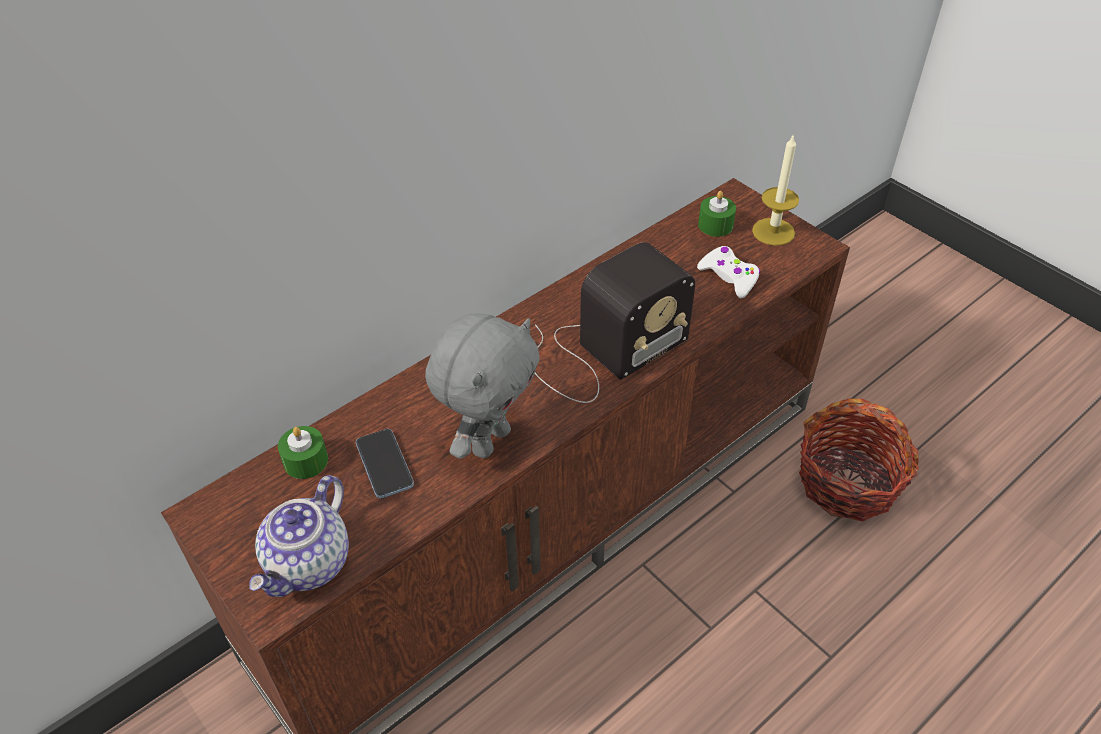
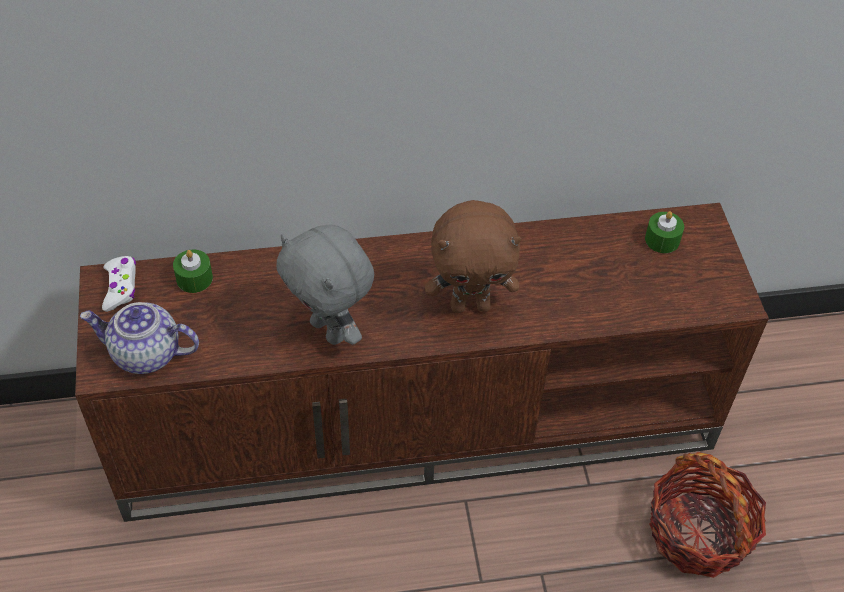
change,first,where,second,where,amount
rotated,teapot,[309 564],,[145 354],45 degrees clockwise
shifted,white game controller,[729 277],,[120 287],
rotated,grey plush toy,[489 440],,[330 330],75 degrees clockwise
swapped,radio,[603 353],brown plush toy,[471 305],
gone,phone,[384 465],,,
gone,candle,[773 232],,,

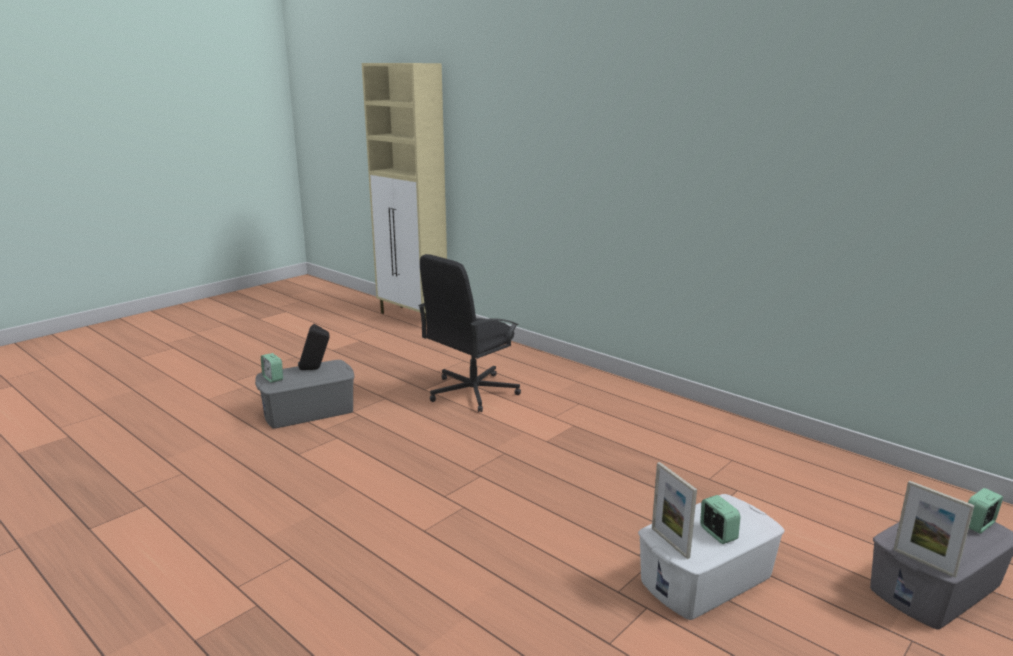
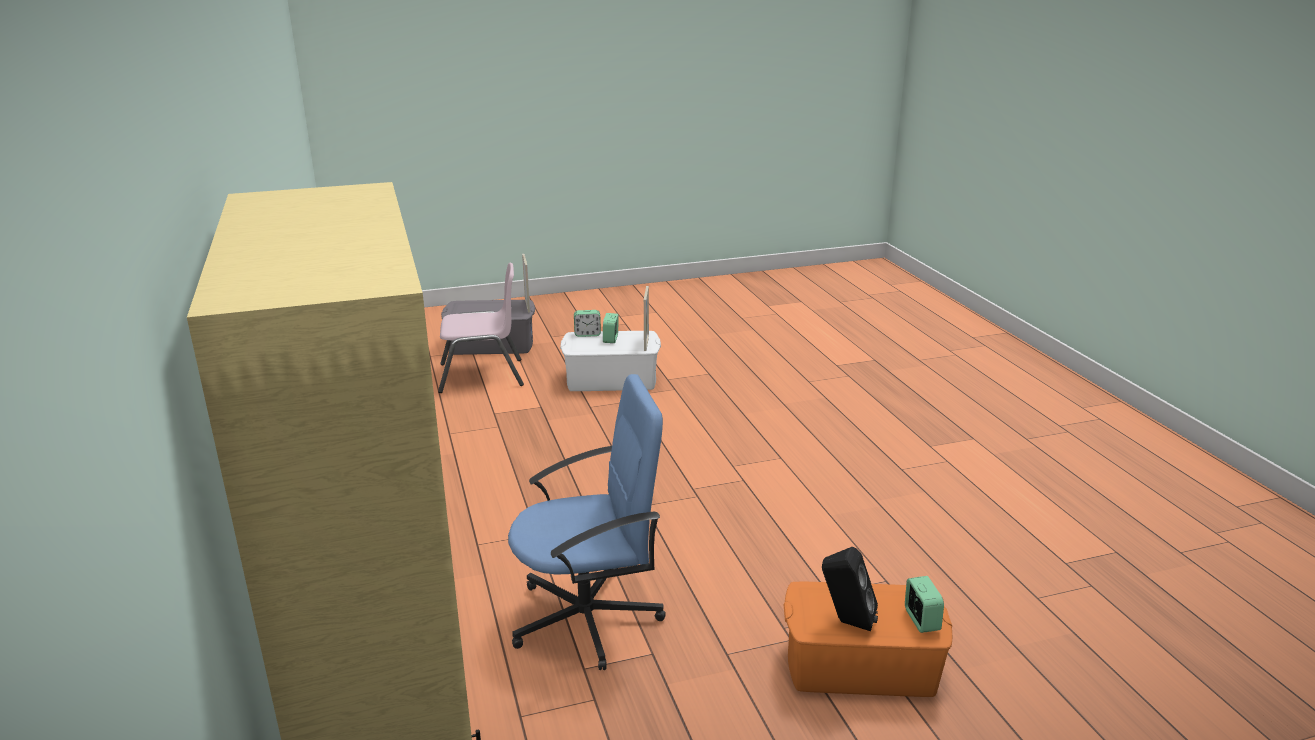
change,first,where,second,where,amount
new,,,pink chair,[482 375],
repainted,black office chair,[471 392],blue office chair,[588 618],
shifted,alarm clock,[978 525],,[587 334],
repainted,grey storage box,[309 411],orange storage box,[860 665],

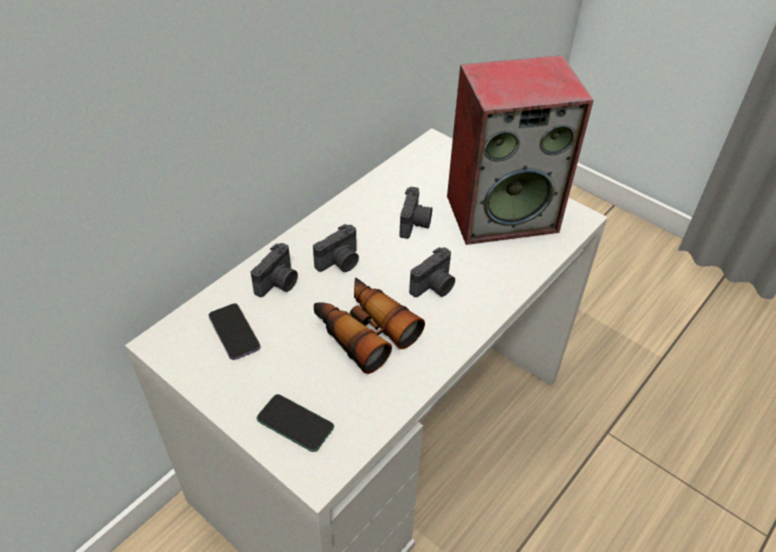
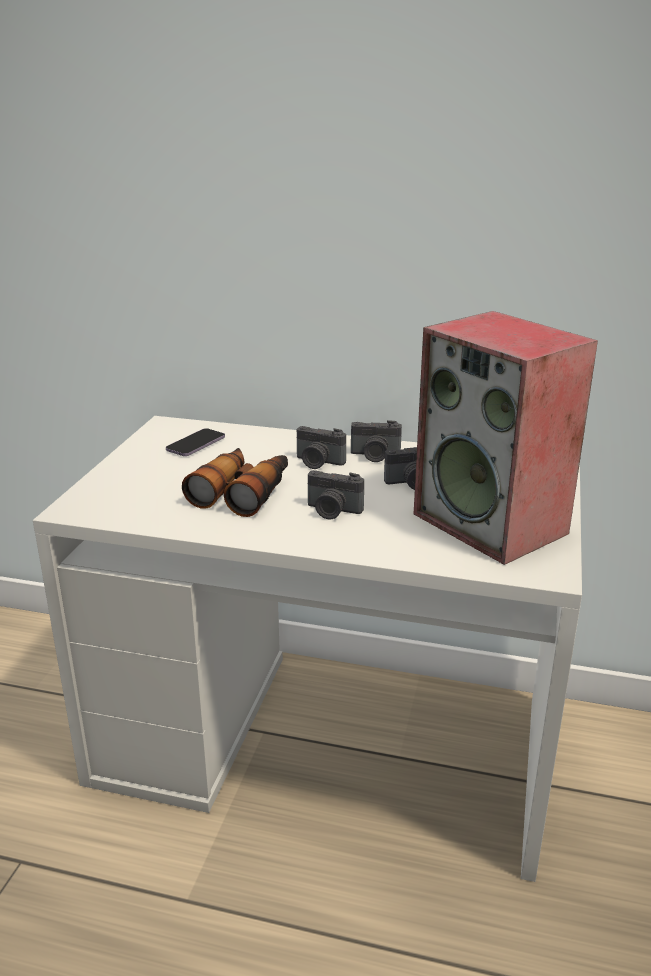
change,first,where,second,where,amount
shifted,photo camera,[278 283],,[375 456],
gone,phone,[295 423],,,

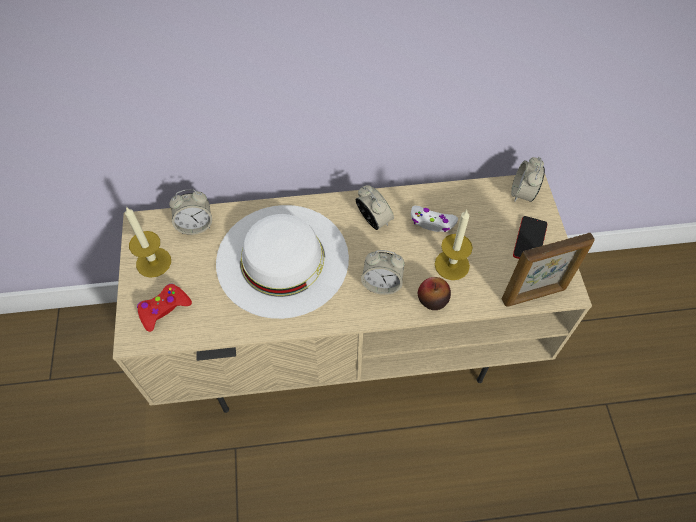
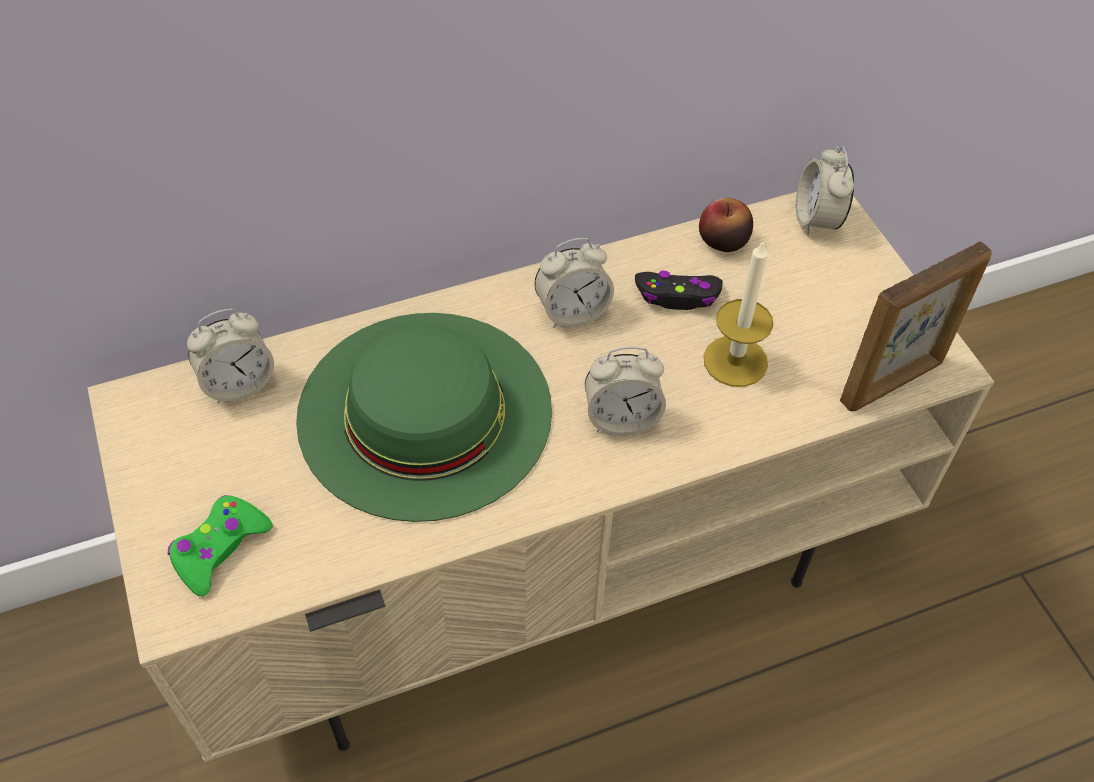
change,first,where,second,where,amount
repainted,red game controller,[164 309],green game controller,[220 549],
repainted,white hat,[282 259],green hat,[425 412],
rotated,alarm clock,[373 220],,[572 312],120 degrees clockwise
repainted,white game controller,[432 222],black game controller,[678 296],
shifted,apple,[432 299],,[723 240],
gone,candle,[153 262],,,
gone,phone,[530 240],,,

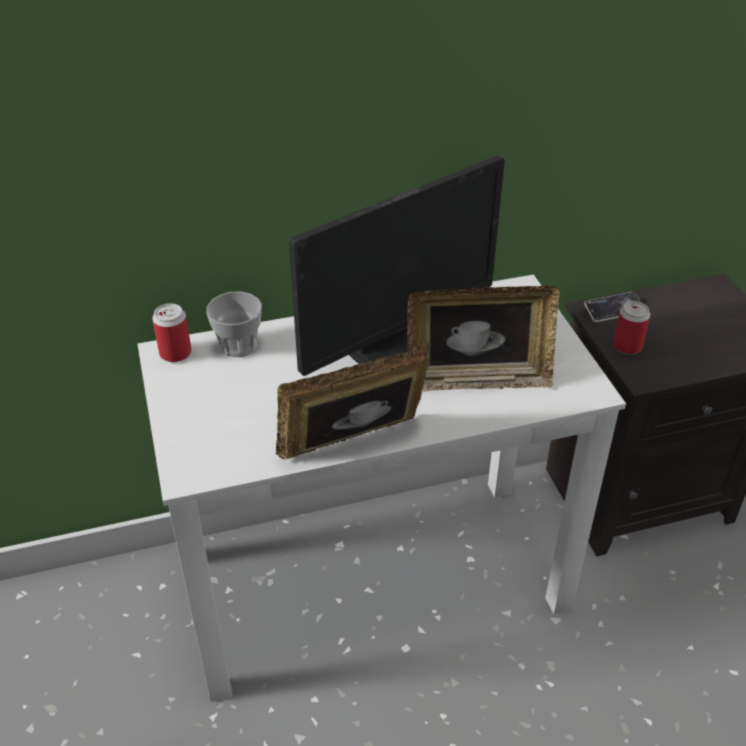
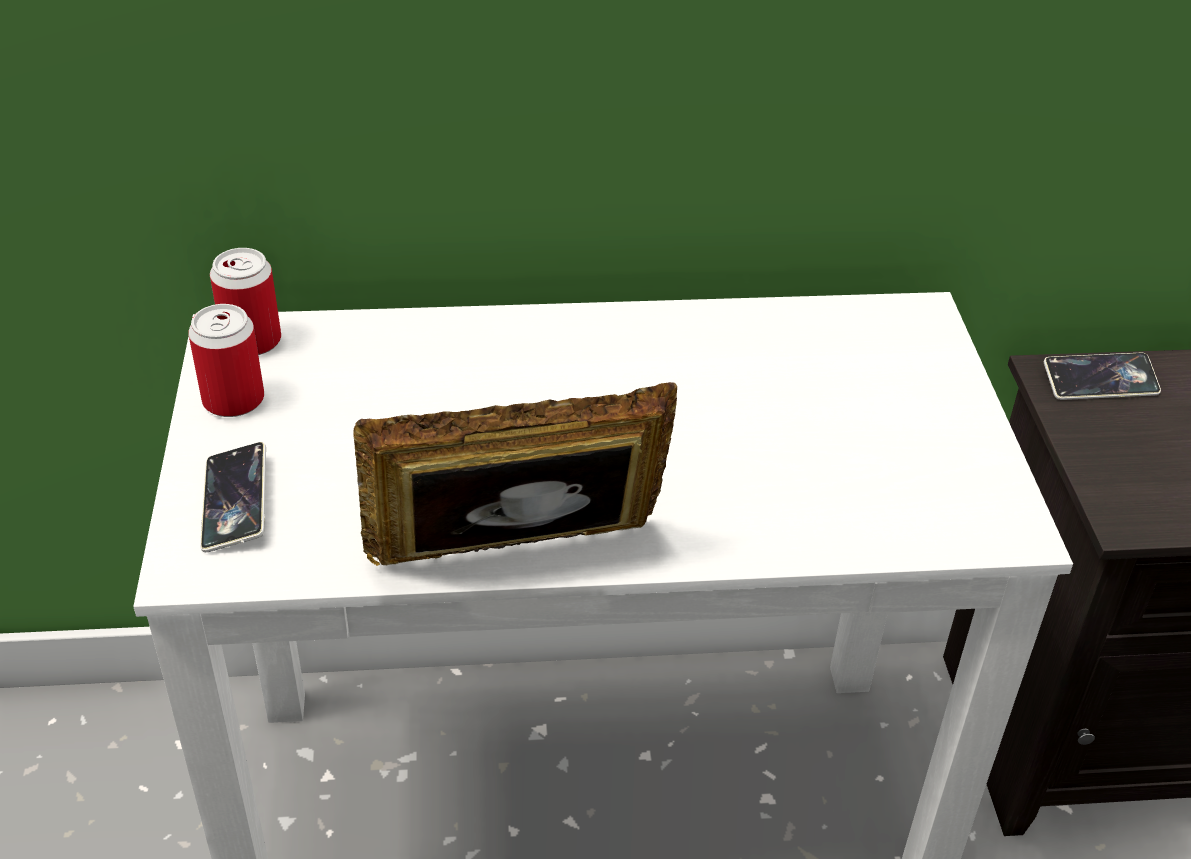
change,first,where,second,where,amount
shifted,can,[627 346],,[233 400],
new,,,phone,[235 503],
gone,cup,[238 345],,,
gone,monitor,[394 344],,,
gone,picture frame,[477 380],,,

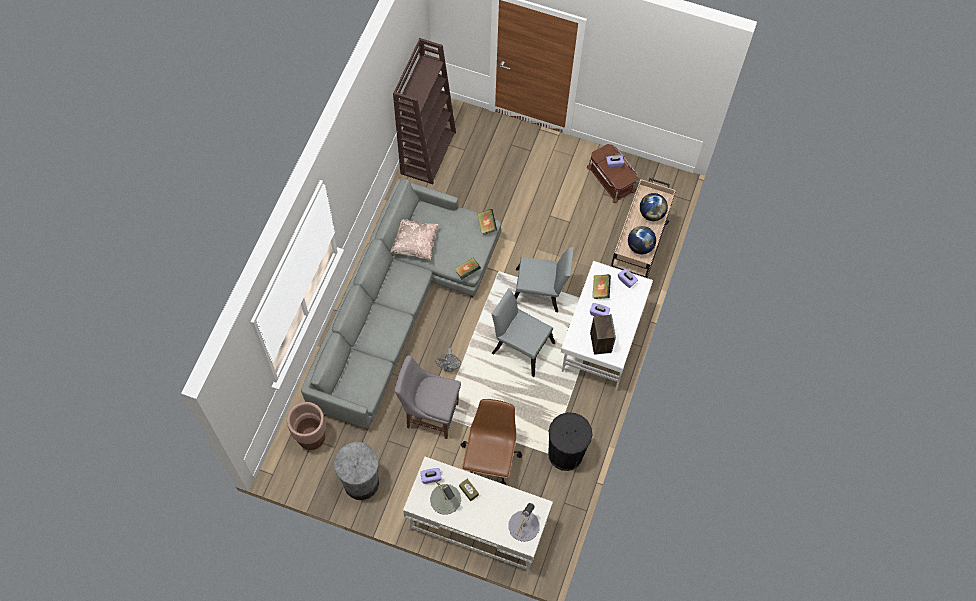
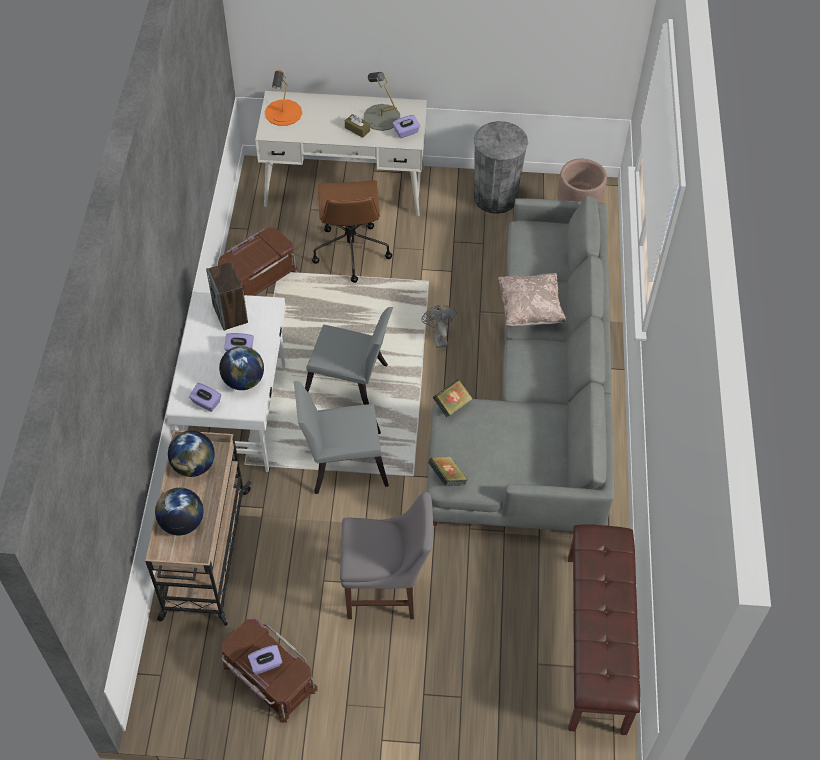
change,first,where,second,where,amount
swapped,black trash can,[565 454],brown storage box,[258 276],
swapped,book,[600 290],globe,[243 381],
repainted,grey table lamp,[523 526],orange table lamp,[283 113],
shifted,grey chair,[430 414],,[385 591],
shifted,beige pillow,[415 244],,[530 310],
swapped,brown bookcase,[428 152],brown bench,[597 642],

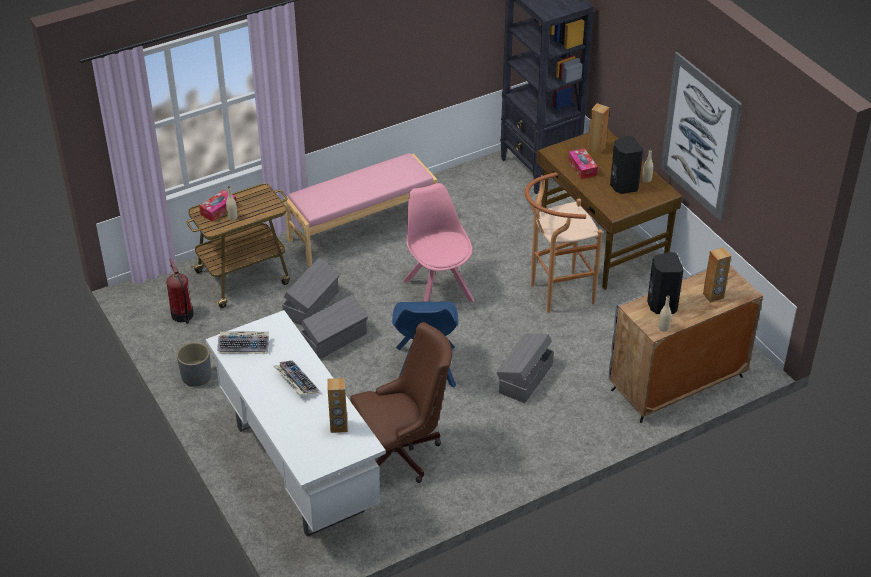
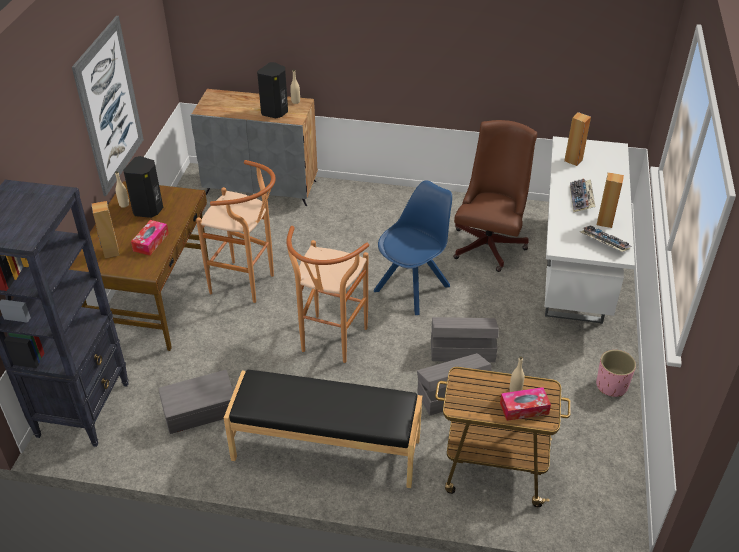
change,first,where,second,where,amount
shifted,grey storage box,[524 378],,[201 413],
repainted,pink bench,[362 229],black bench,[326 450],
swapped,pink chair,[438 289],brown stool,[330 344],
rotated,brown office chair,[402 452],,[490 243],90 degrees clockwise
repainted,grey planter,[196 377],pink planter,[611 386],
shifted,brown speaker,[713 296],,[605 222],
gone,fire extinguisher,[183 315],,,

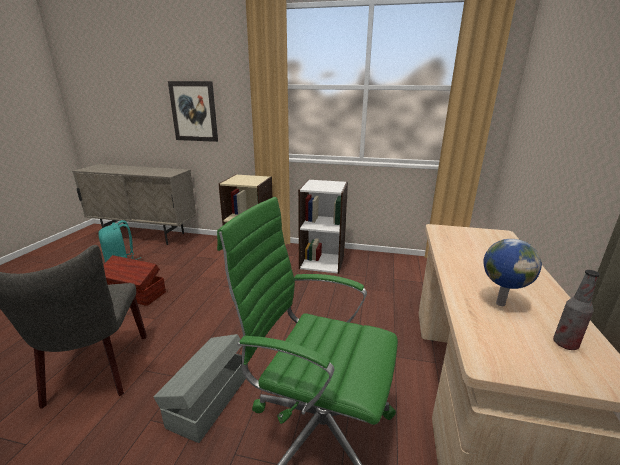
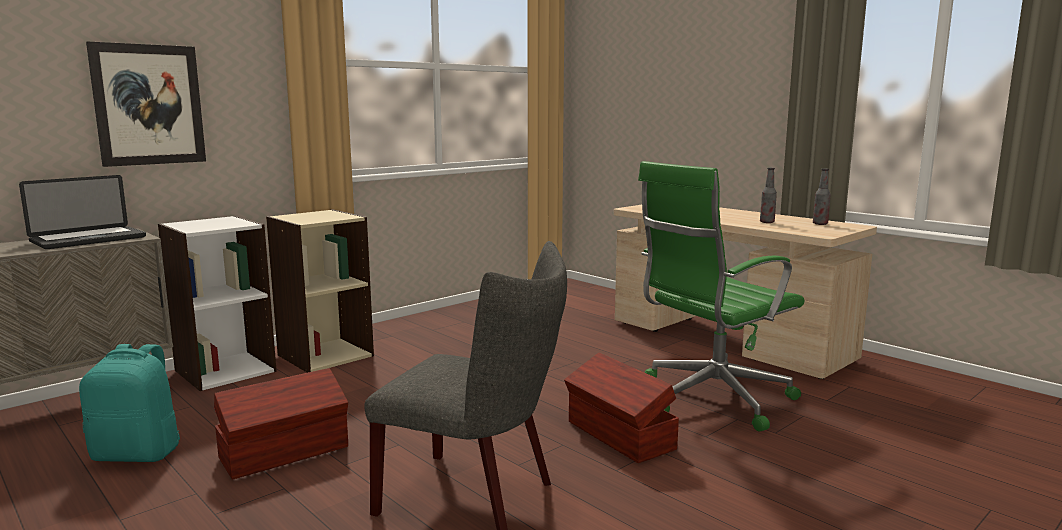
change,first,where,second,where,amount
new,,,laptop,[88 239],
shifted,white bookcase,[322 262],,[225 370],
repainted,grey storage box,[208 400],brown storage box,[619 436],
swapped,globe,[499 303],bottle,[767 222],

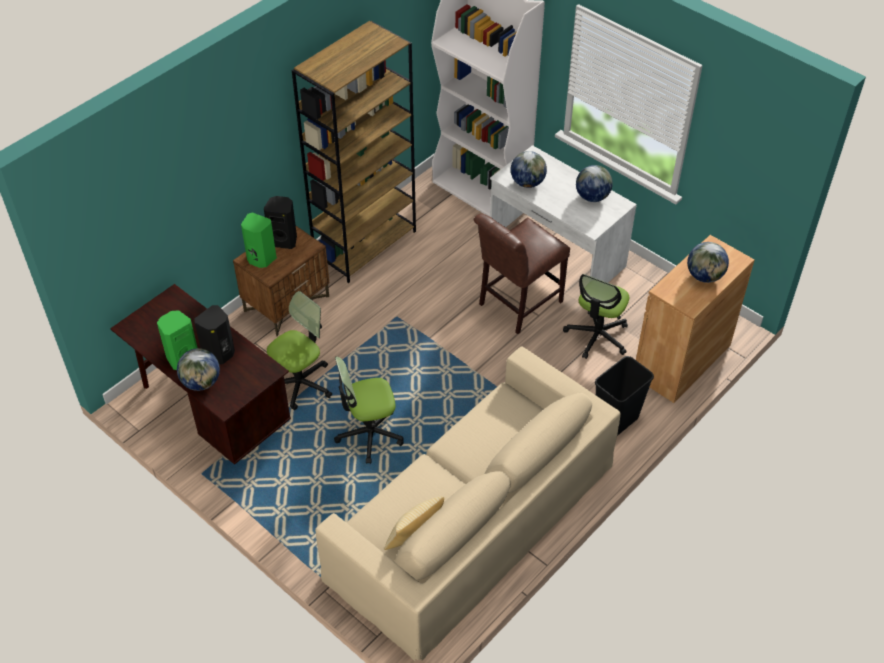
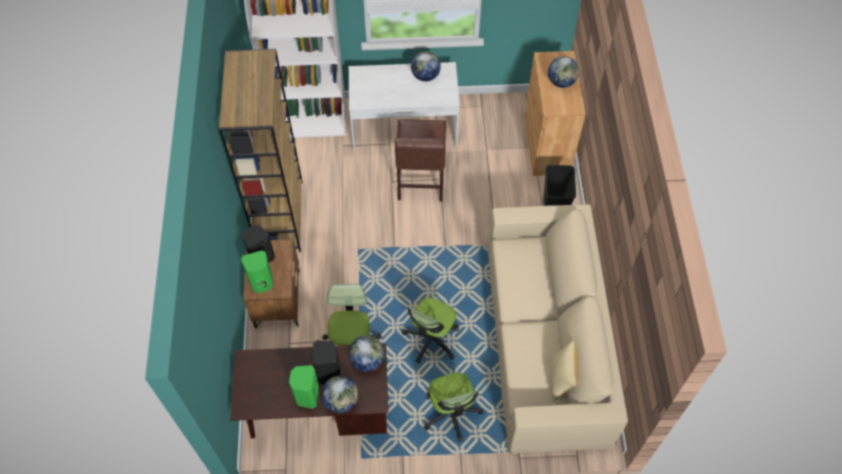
change,first,where,second,where,amount
shifted,globe,[527 183],,[367 360],
shifted,office chair,[597 336],,[451 413],

